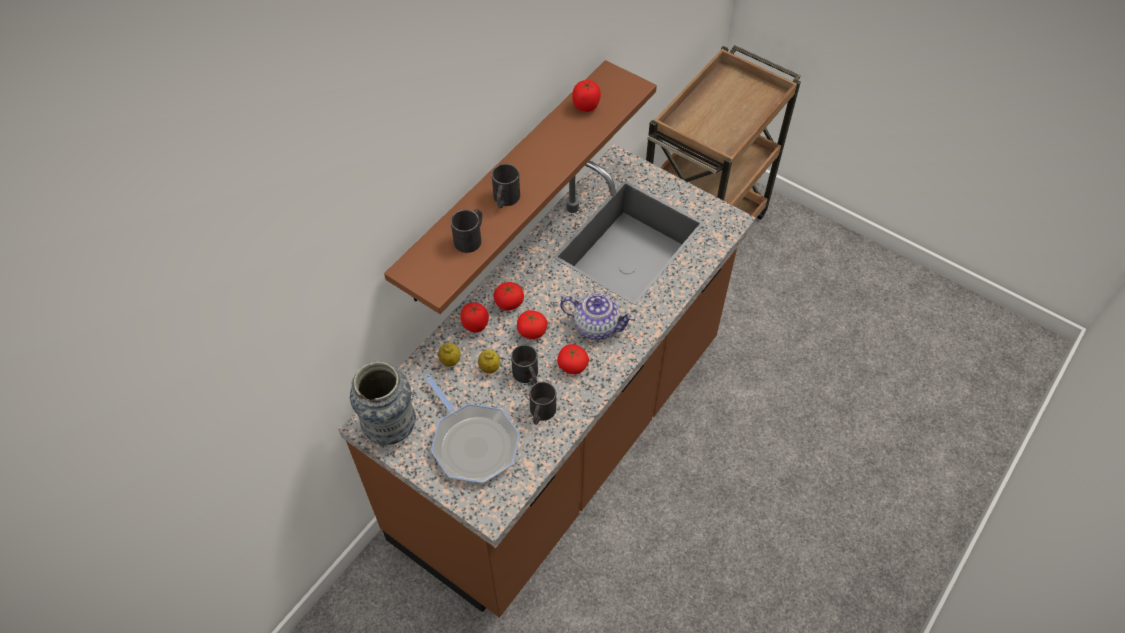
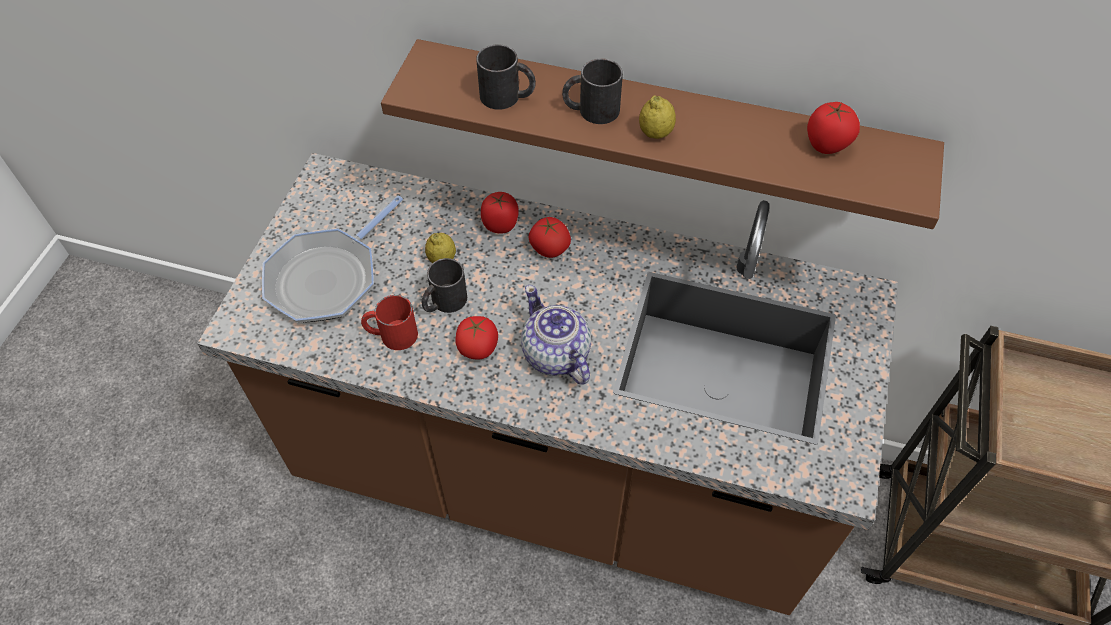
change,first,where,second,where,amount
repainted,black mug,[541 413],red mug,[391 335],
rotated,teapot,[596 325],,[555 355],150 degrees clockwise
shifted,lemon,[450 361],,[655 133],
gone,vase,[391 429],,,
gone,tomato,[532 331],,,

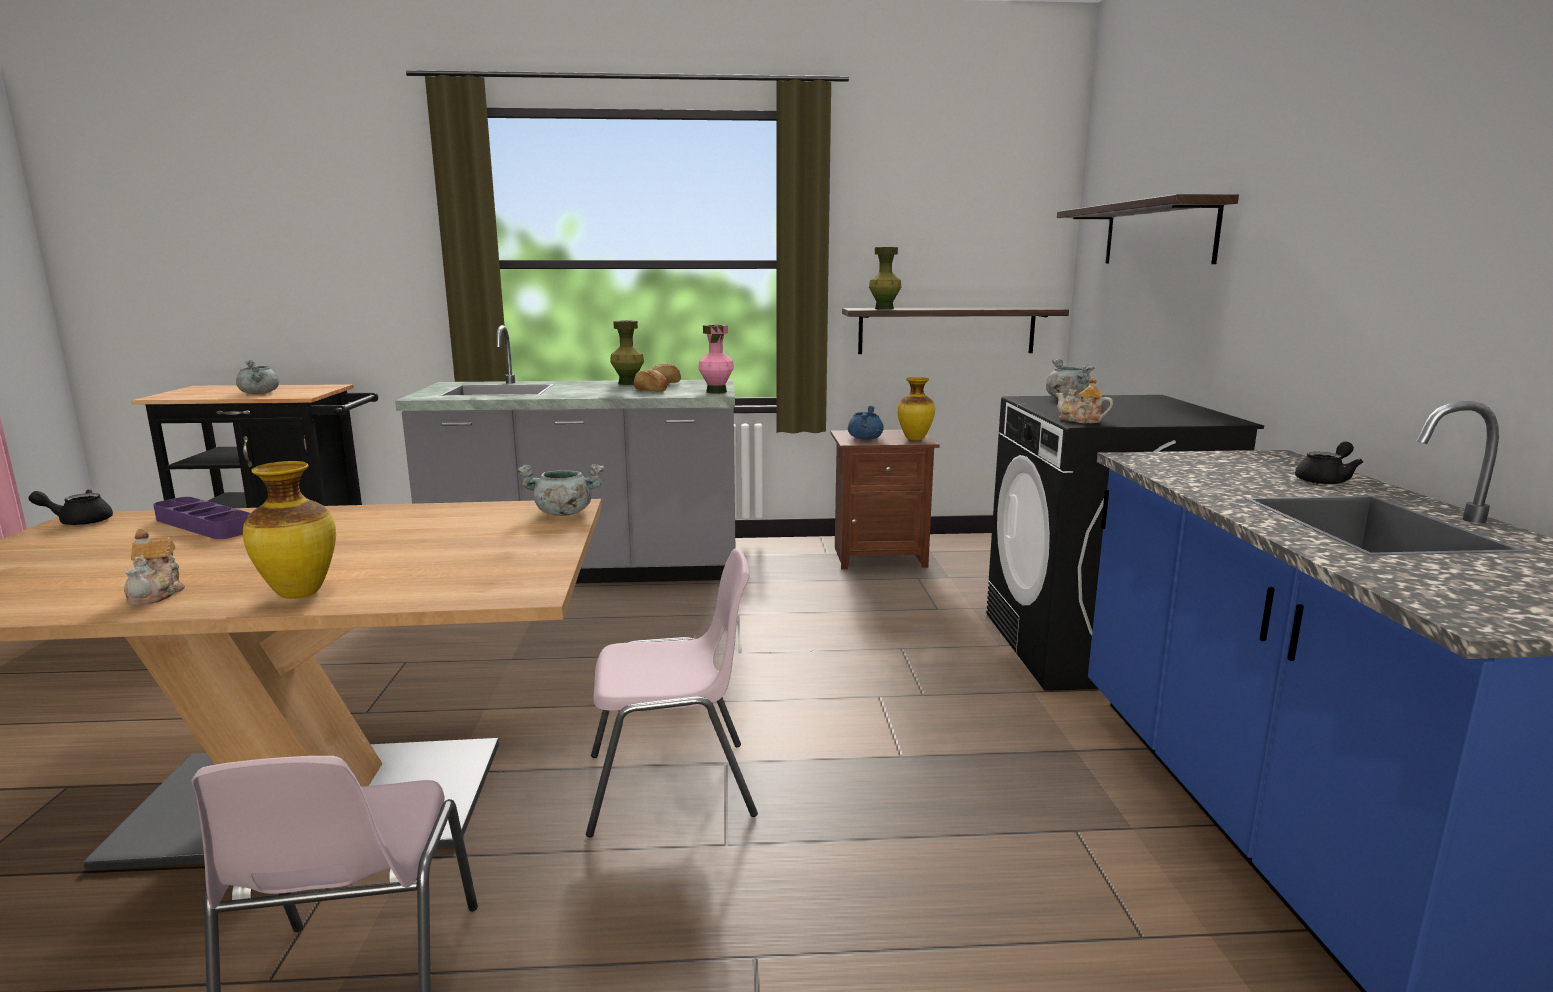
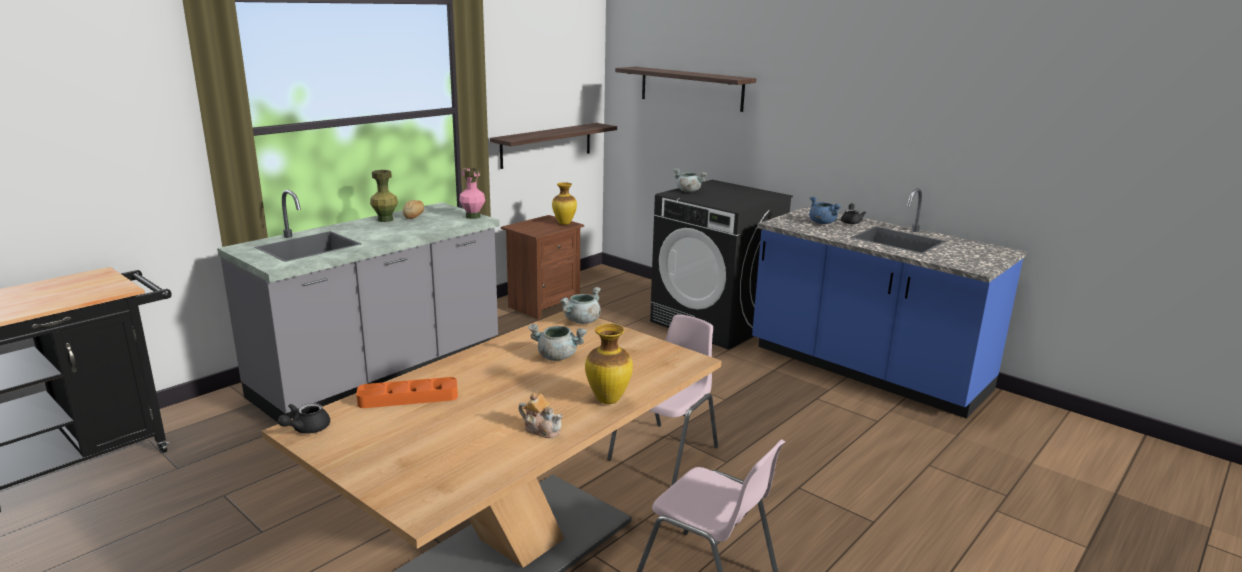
change,first,where,second,where,amount
repainted,purple tray,[204 525],orange tray,[408 398],
shifted,grey cooking pot,[259 393],,[557 357],
shifted,blue cooking pot,[865 438],,[821 223],
gone,bread,[650 391],,,
gone,green vase,[884 309],,,
gone,teapot,[1081 420],,,

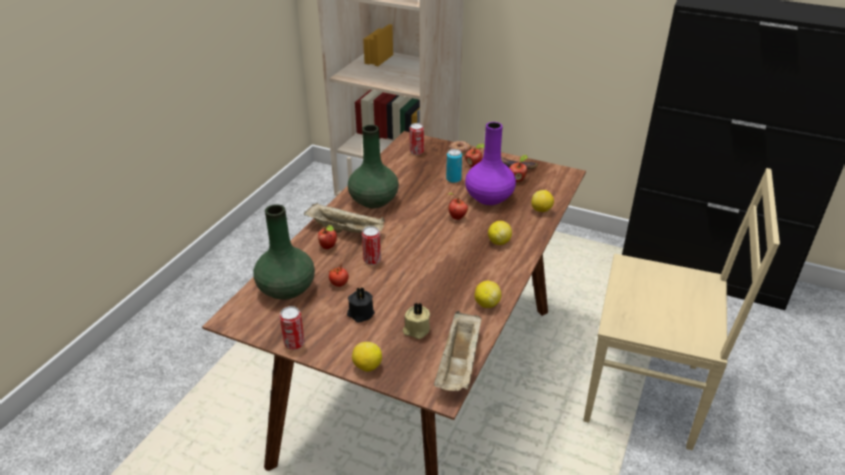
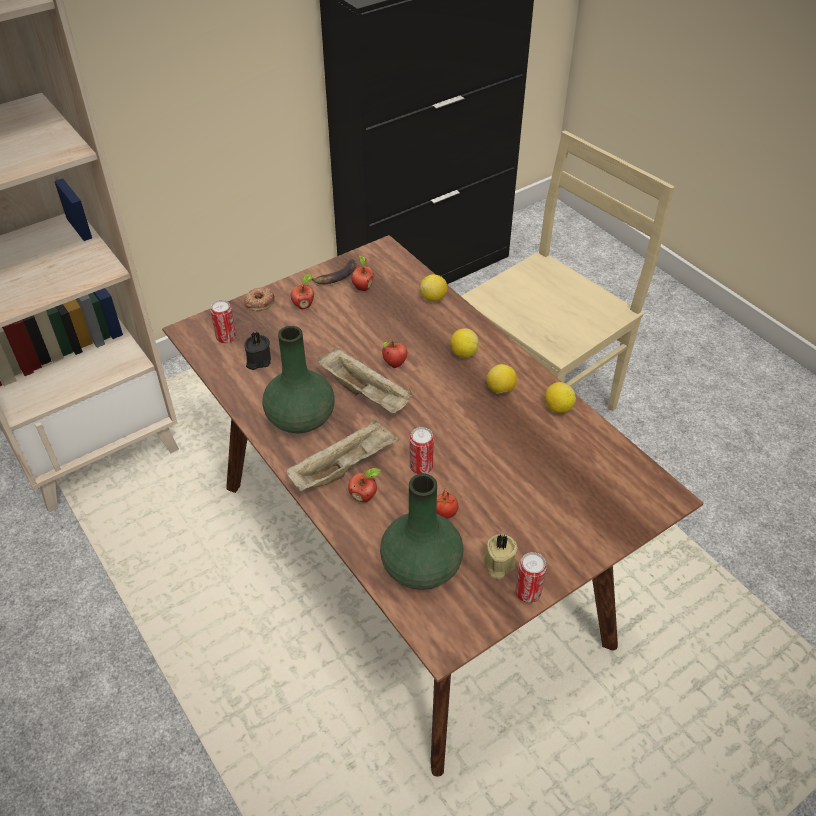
change,first,where,second,where,amount
shifted,black candle,[360 314],,[258 361],
shifted,beige tray,[459 364],,[366 394],
shifted,beige candle,[416 330],,[498 564],
shifted,lemon,[367 366],,[500 390],
gone,can,[453 179],,,
gone,purple vase,[489 198],,,

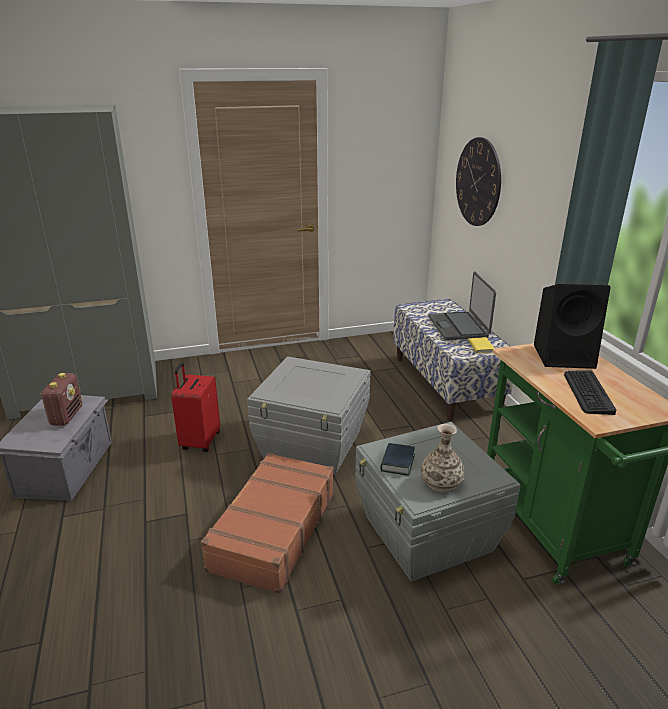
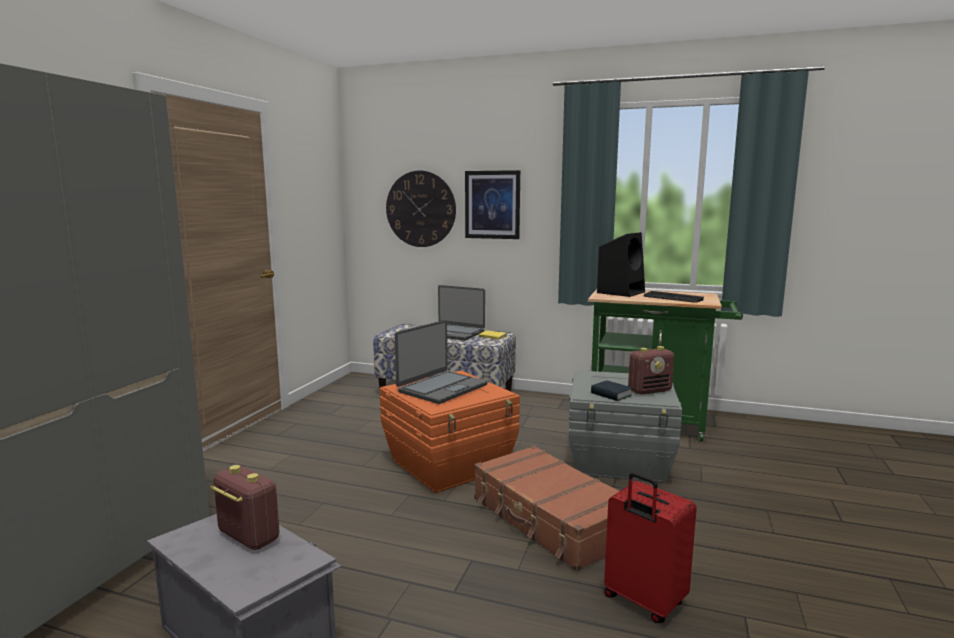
change,first,where,second,where,amount
repainted,grey storage box,[313 445],orange storage box,[450 465],
new,,,laptop,[442 388],
new,,,picture,[492 205],
shifted,red suitcase,[199 441],,[643 601],
swapped,vase,[441 483],radio,[650 390],

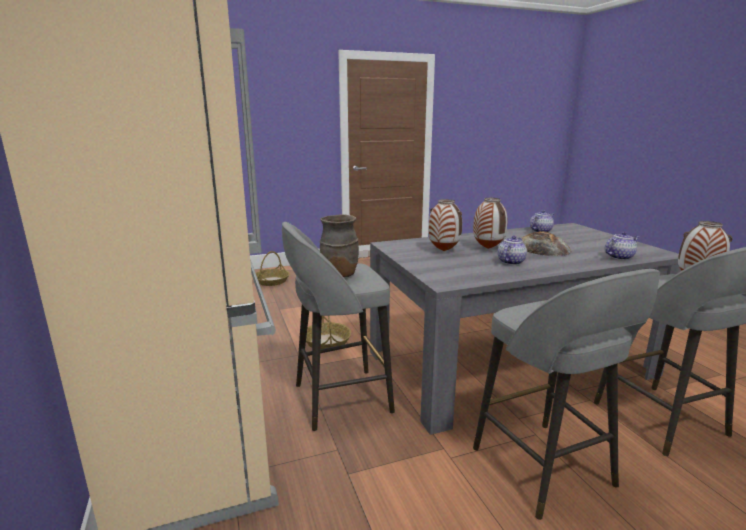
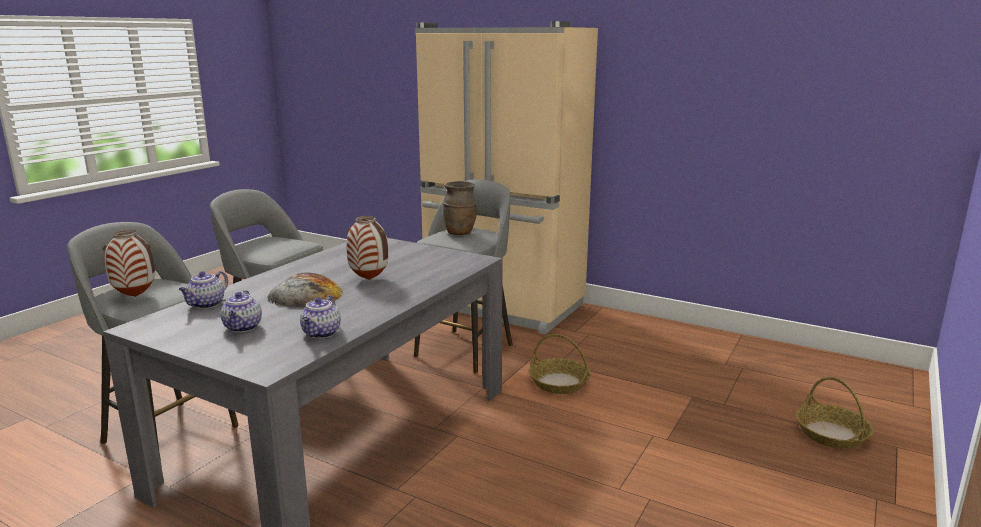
change,first,where,second,where,amount
shifted,teapot,[510 262],,[243 327],
gone,vase,[444 251],,,

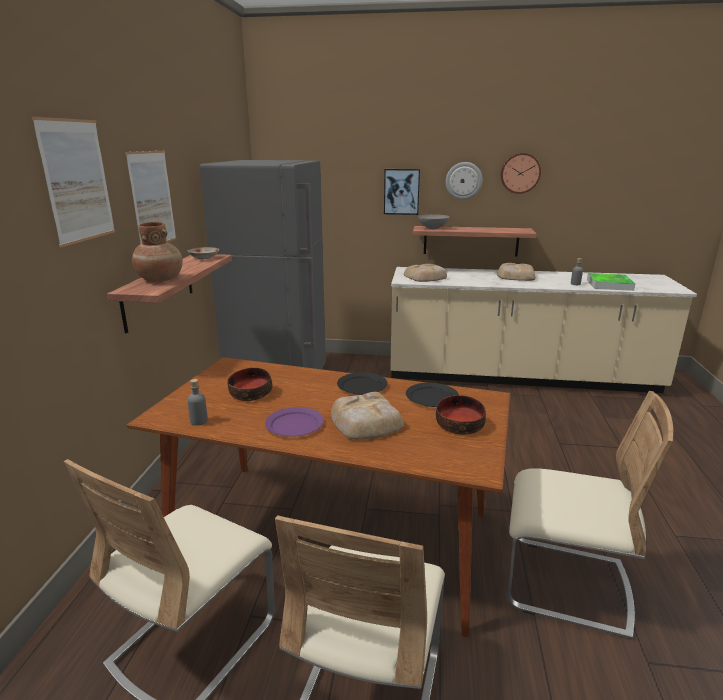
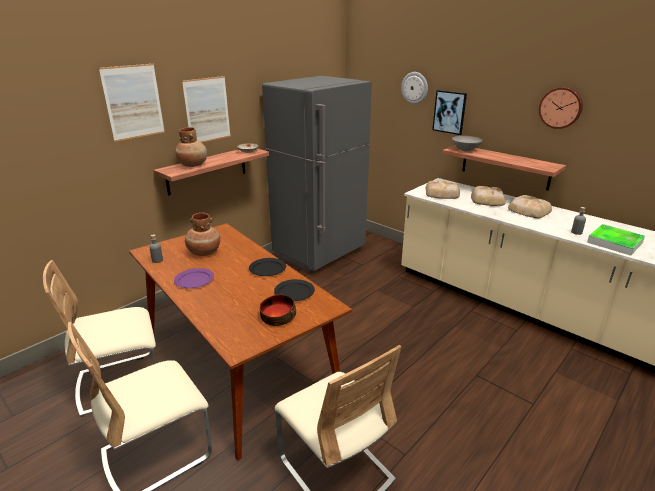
change,first,where,second,where,amount
swapped,bowl,[250 393],brown vase,[204 252],
shifted,wall clock,[463 181],,[415 88],
shifted,bread,[366 422],,[487 200],

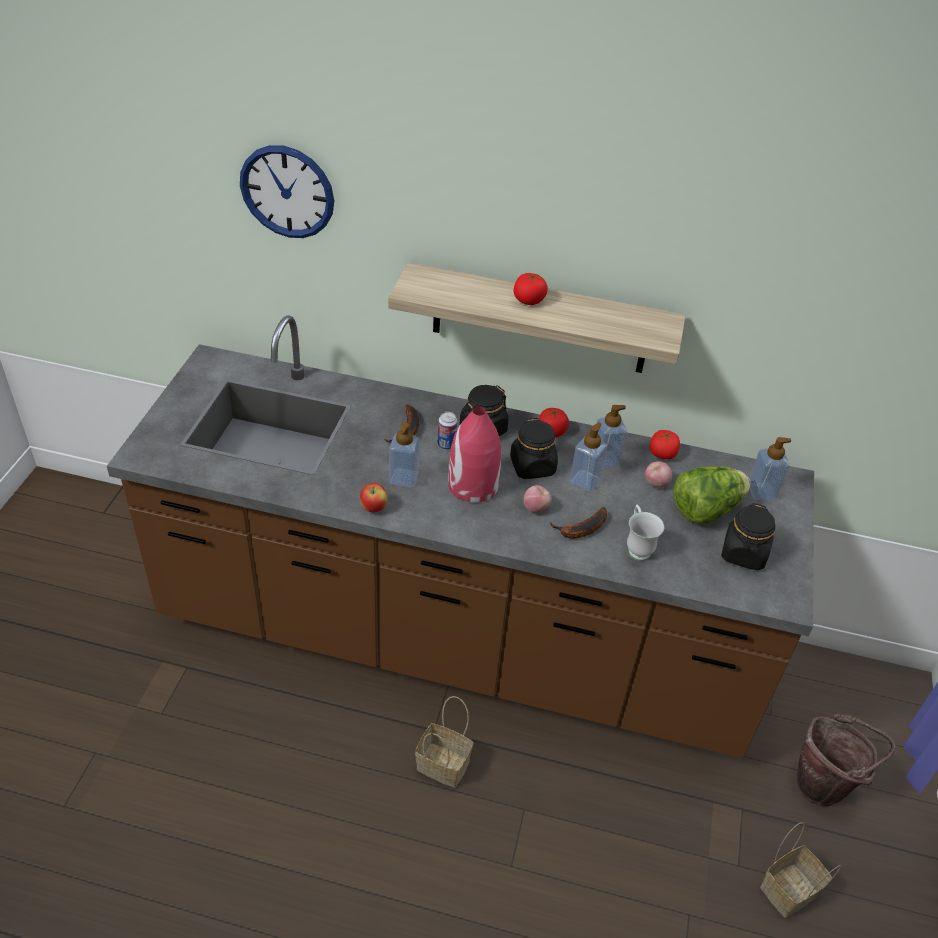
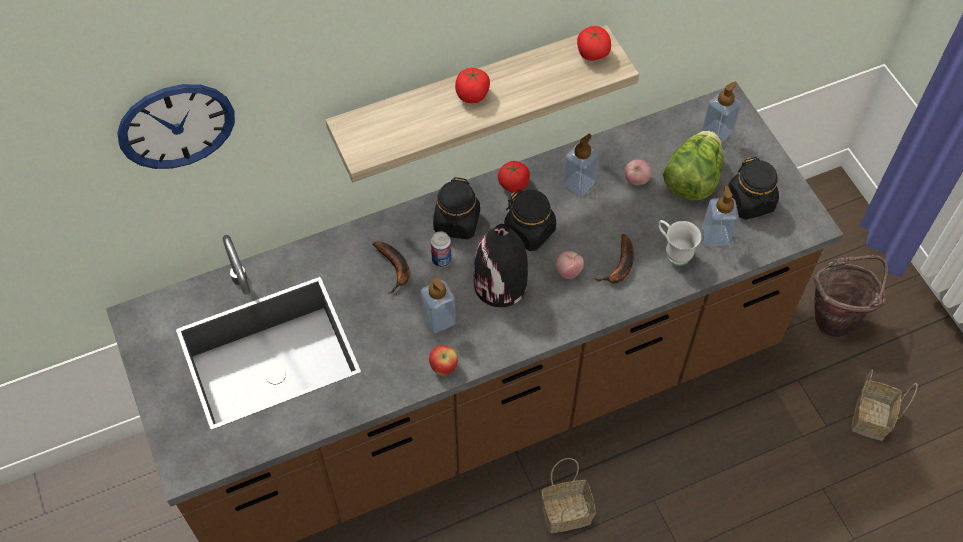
change,first,where,second,where,amount
repainted,red vase,[473 485],black vase,[500 285],
shifted,tomato,[662 454],,[592 53],
shifted,soap dispenser,[585 481],,[715 236],

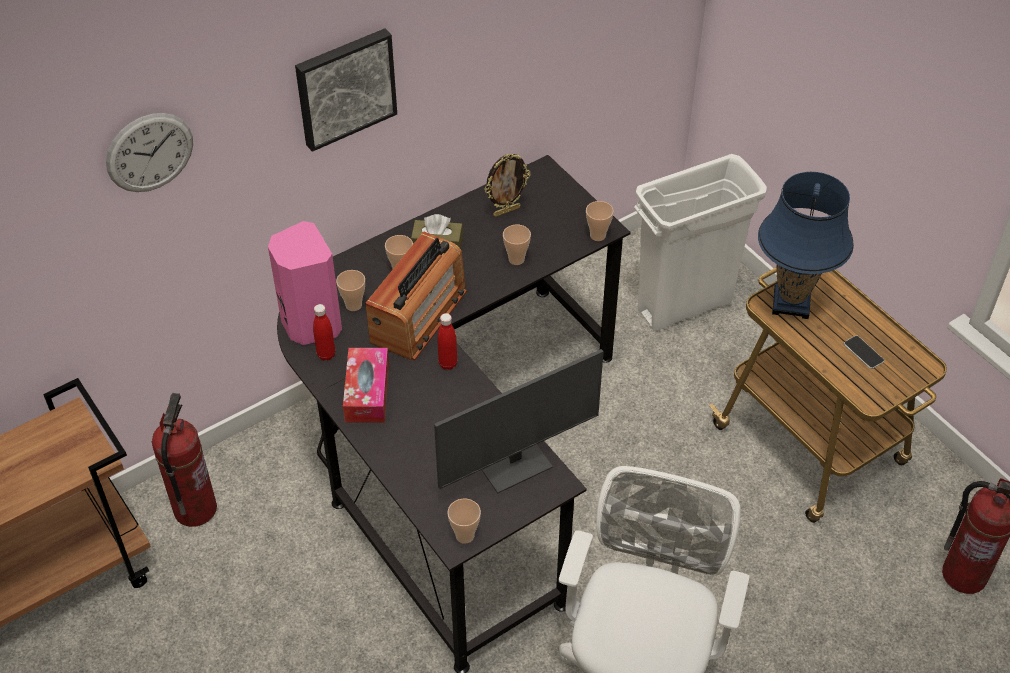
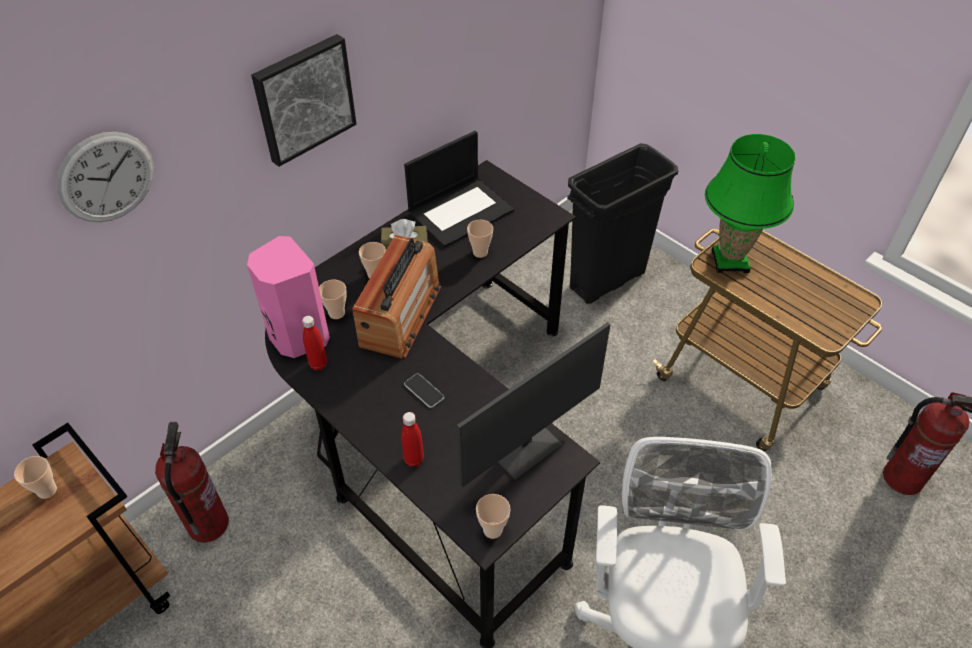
change,first,where,second,where,amount
shifted,cup,[597 235],,[47 490],
shifted,red bottle,[448 364],,[414 459],
swapped,picture frame,[506 211],laptop,[461 211],
shifted,phone,[863 353],,[424 391],
repainted,white trash can,[685 305],black trash can,[607 280],
repainted,blue table lamp,[791 303],green table lamp,[730 261],
gone,tissue box,[367 392],,,

